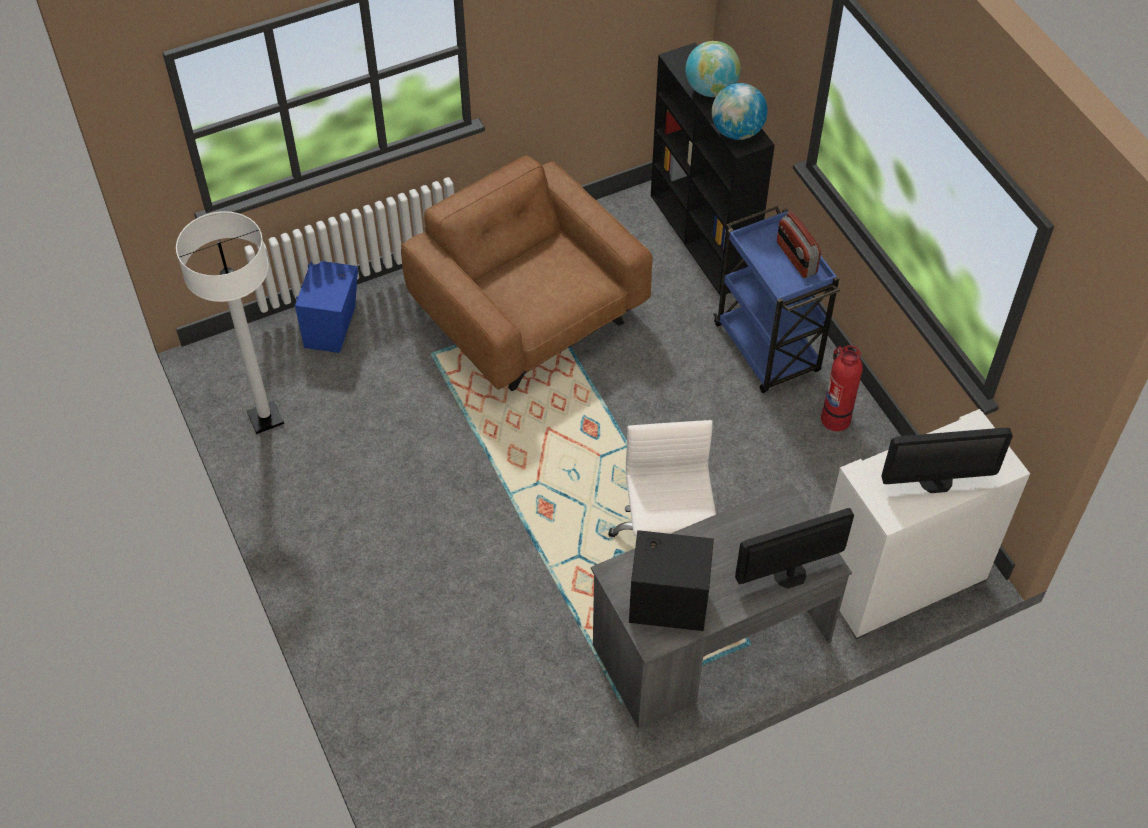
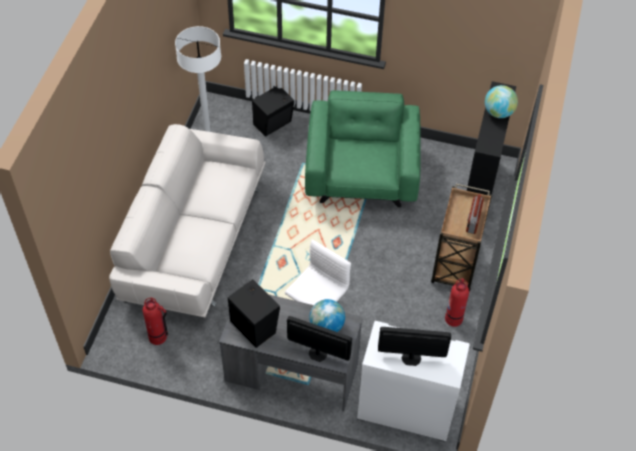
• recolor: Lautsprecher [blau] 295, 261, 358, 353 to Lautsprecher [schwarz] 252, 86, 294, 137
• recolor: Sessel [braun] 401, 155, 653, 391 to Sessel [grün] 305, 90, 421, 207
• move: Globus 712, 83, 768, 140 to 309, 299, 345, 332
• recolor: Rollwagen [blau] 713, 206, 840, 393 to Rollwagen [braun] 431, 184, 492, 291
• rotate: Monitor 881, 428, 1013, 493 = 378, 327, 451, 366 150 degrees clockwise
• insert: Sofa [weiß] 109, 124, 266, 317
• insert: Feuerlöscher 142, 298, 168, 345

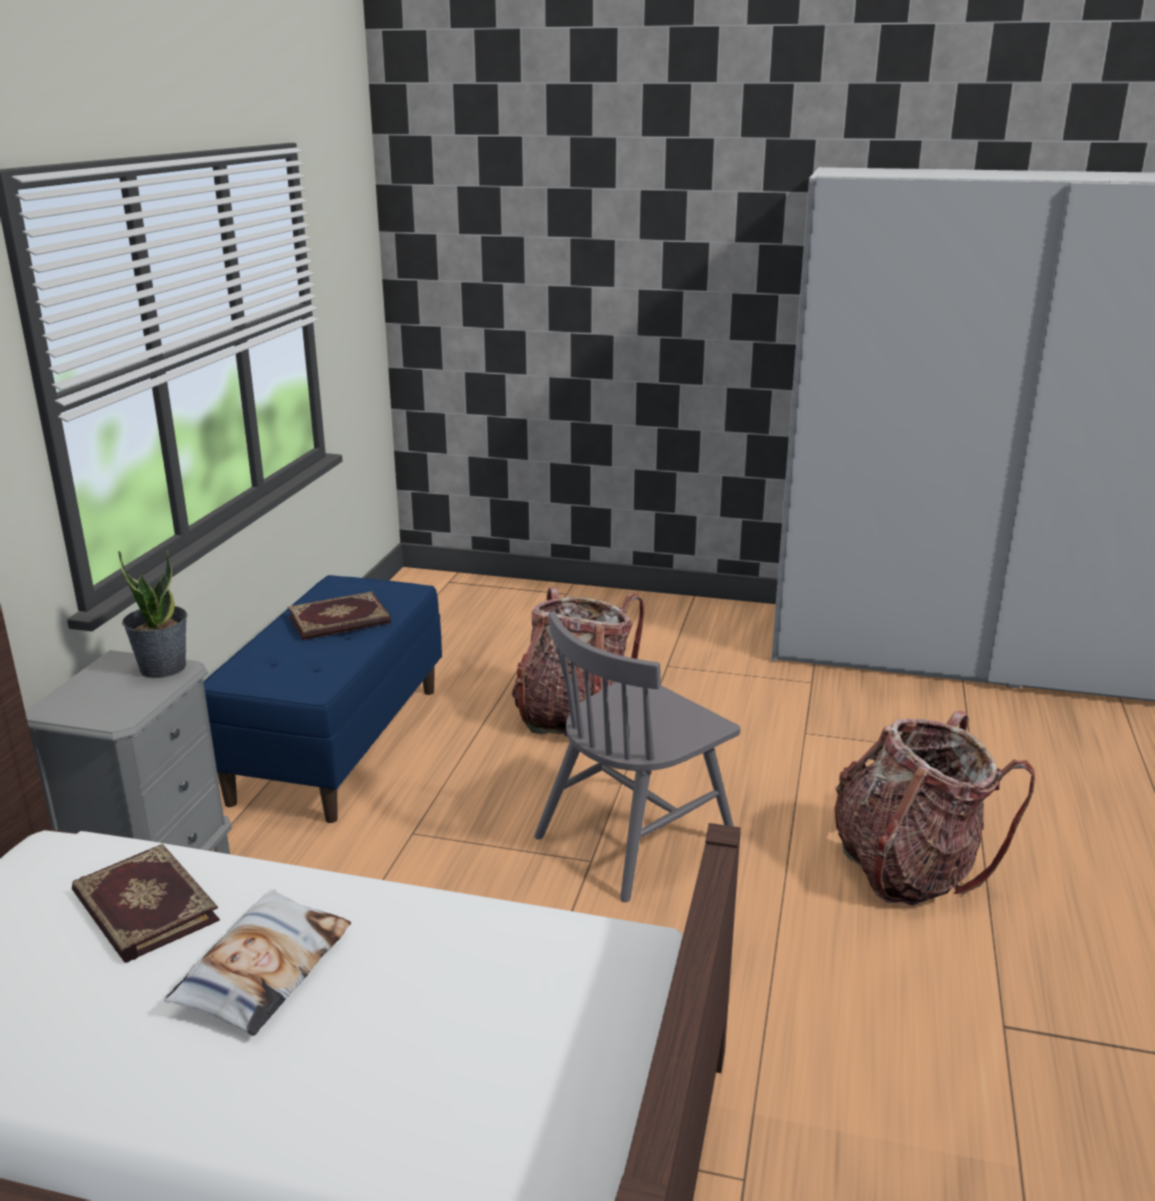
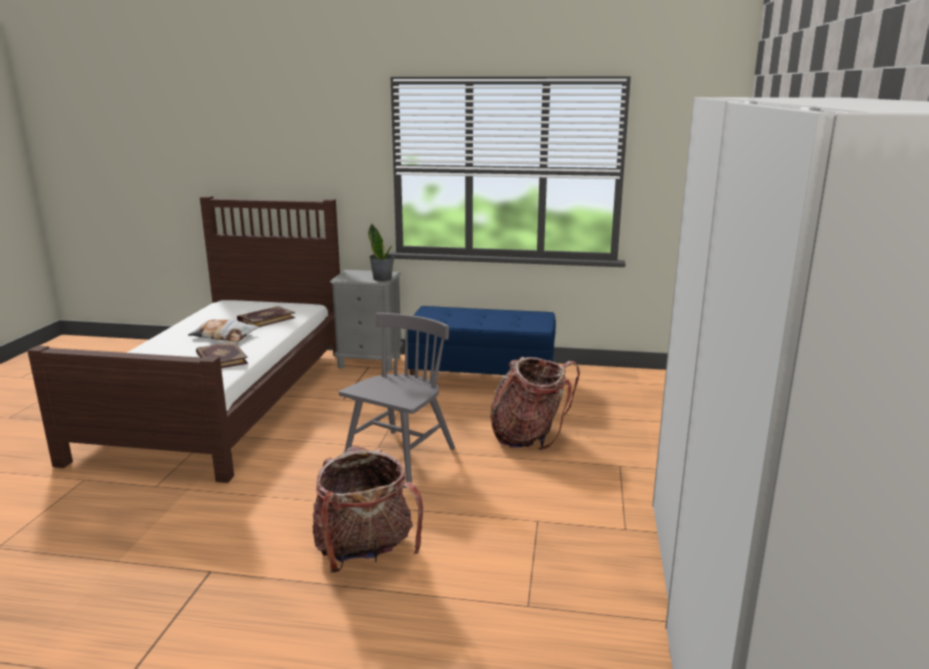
• move: Buch 288, 591, 391, 640 to 196, 341, 248, 368
• rotate: Stuhl [grau] 534, 611, 740, 902 = 339, 313, 455, 483 75 degrees clockwise

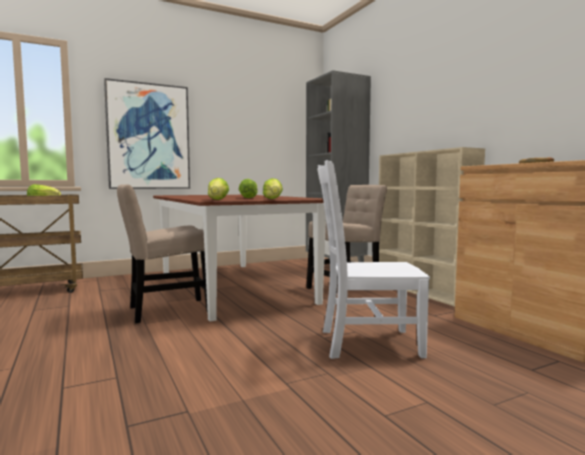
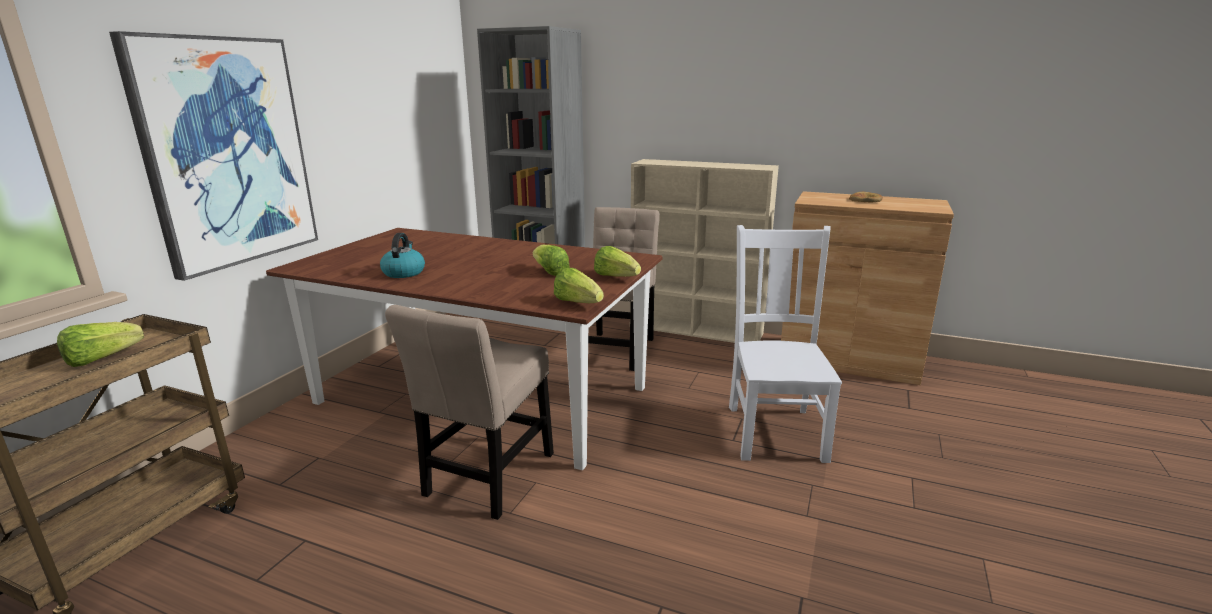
• rotate: Stuhl [weiß] 317, 160, 430, 359 = 729, 225, 842, 463 135 degrees clockwise
• insert: Wasserkessel 380, 233, 425, 278

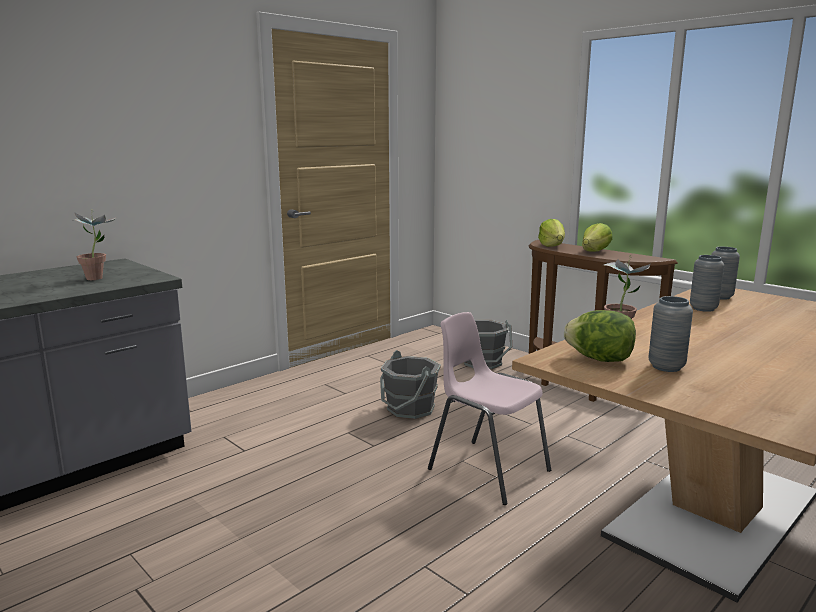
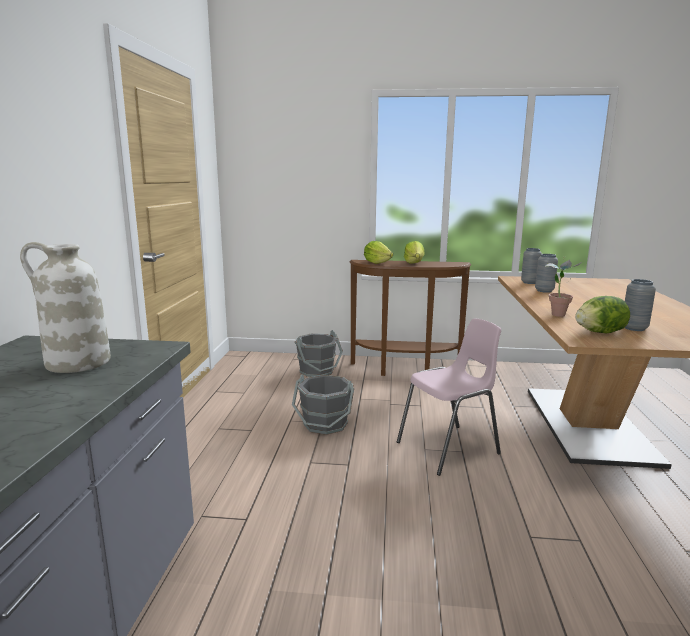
• replace: Topfpflanze 72, 209, 116, 280 to Vase [weiß] 20, 242, 111, 373
• rotate: Stuhl [rosa] 428, 312, 551, 505 = 397, 318, 501, 476 150 degrees clockwise

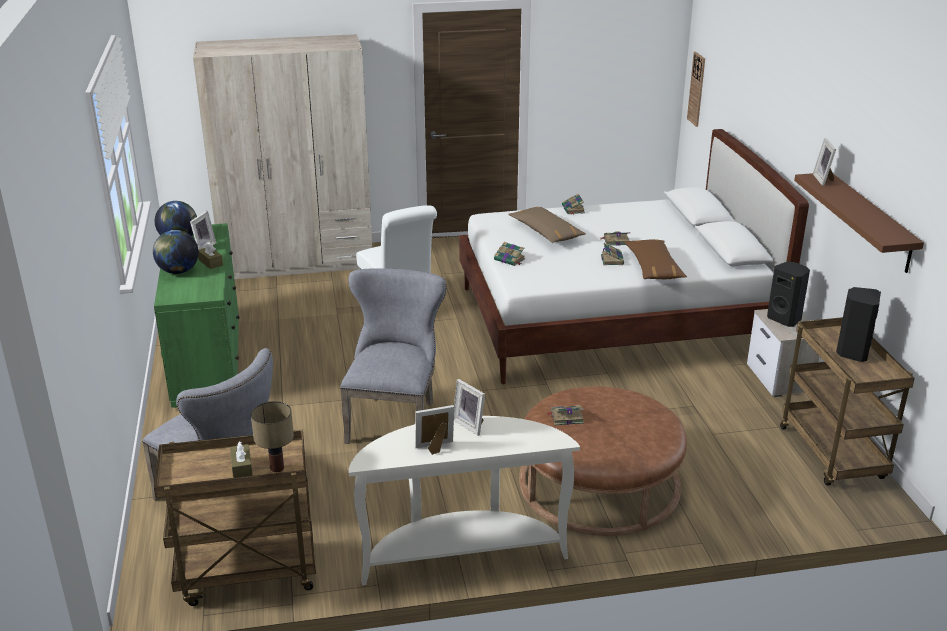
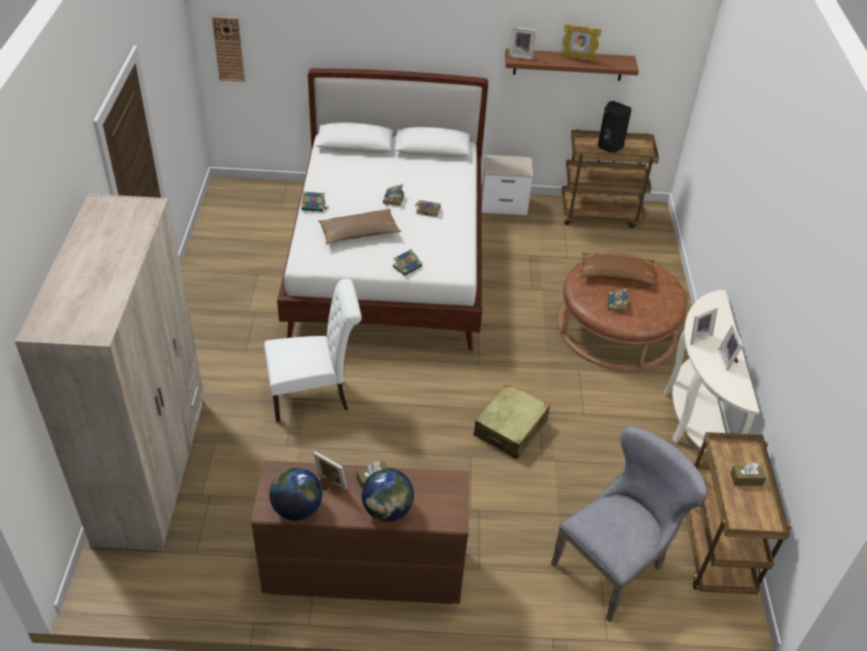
• recolor: Kommode [grün] 154, 223, 240, 408 to Kommode [braun] 251, 461, 469, 604
• delete: Tischlampe 251, 401, 294, 472
• replace: Stuhl [grau] 340, 268, 446, 444 to Koffer [beige] 474, 383, 550, 459
• move: Kissen [braun] 624, 239, 687, 279 to 581, 252, 657, 285
• delete: Lautsprecher [schwarz] 767, 262, 810, 327
• insert: Bilderrahmen 560, 24, 602, 61

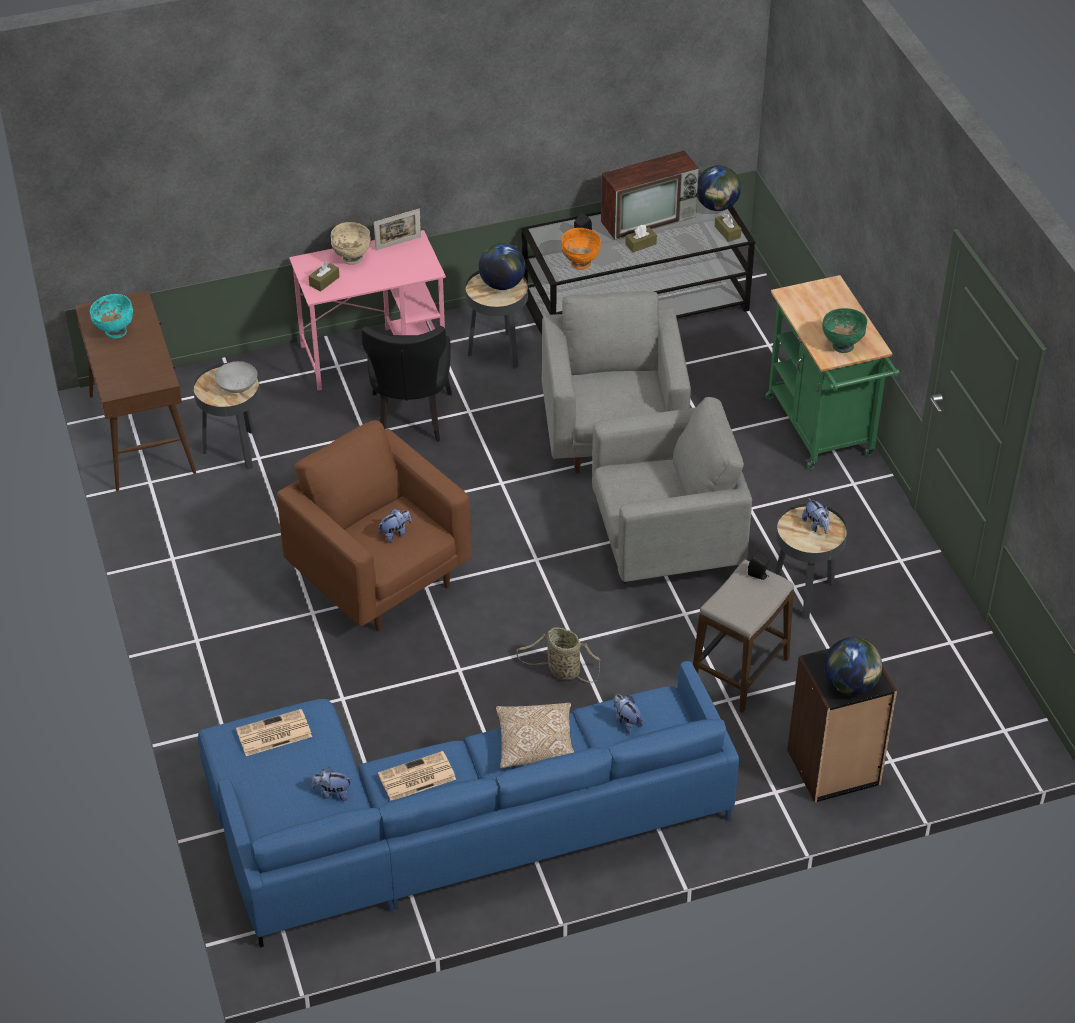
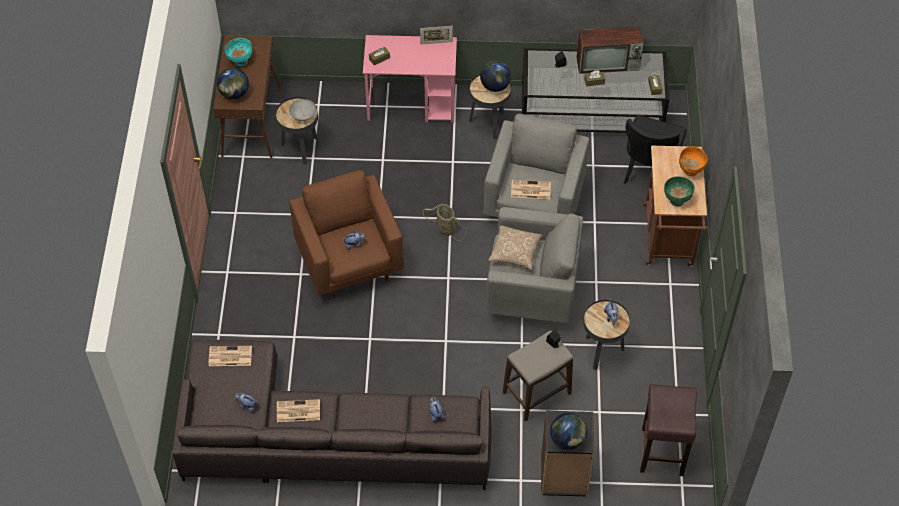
• recolor: Sofa [blau] 198, 661, 739, 948 to Sofa [grau] 172, 340, 492, 490
• delete: Schüssel [beige] 331, 222, 371, 265
• move: Stuhl [schwarz] 362, 326, 452, 442 to 624, 115, 687, 184
• move: Kissen 496, 703, 574, 768 to 488, 226, 542, 271
• move: Korb 517, 627, 600, 683 to 423, 204, 468, 241
• move: Schüssel [orange] 561, 228, 601, 270 to 679, 146, 708, 176
• move: Globus 697, 165, 741, 211 to 217, 68, 249, 99
• recolor: Rollwagen [grün] 765, 275, 899, 469 to Rollwagen [braun] 643, 146, 707, 267
• insert: Zeitung 511, 180, 551, 199
• insert: Hocker [braun] 640, 384, 697, 476

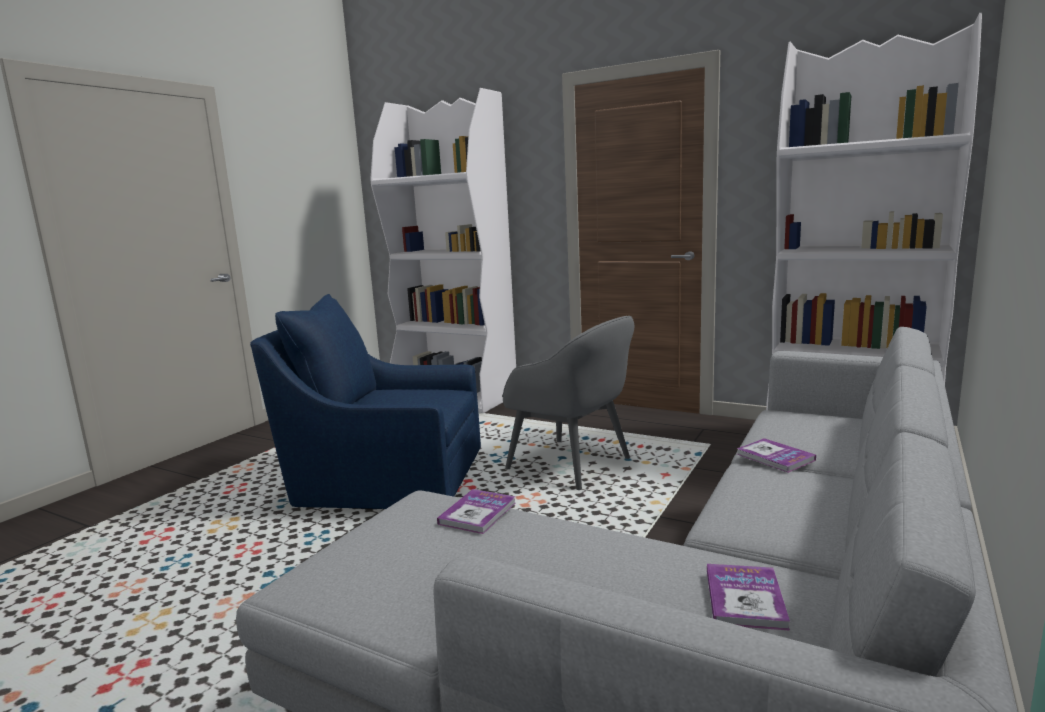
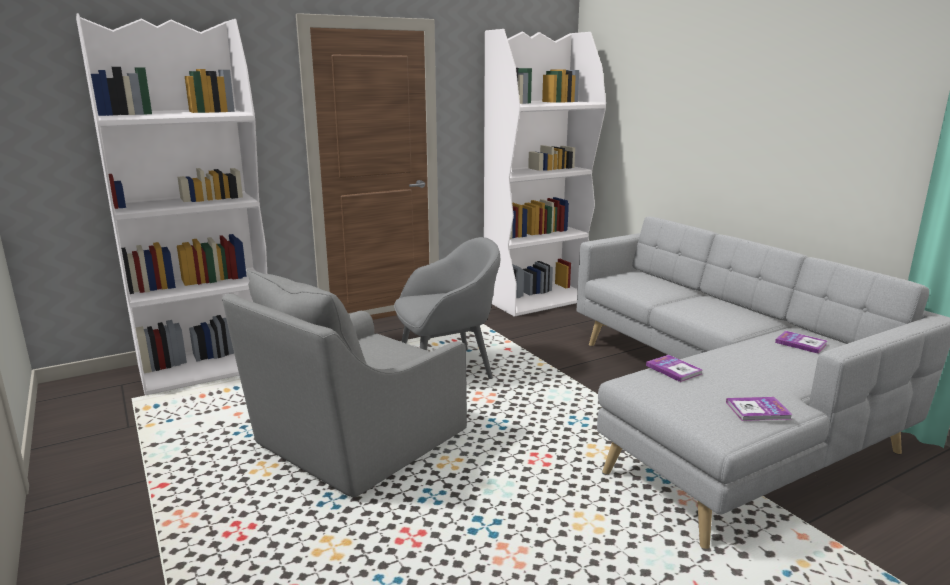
• recolor: Sessel [blau] 250, 294, 481, 509 to Sessel [grau] 222, 269, 467, 497
• move: Buch 737, 438, 816, 473 to 726, 397, 793, 421

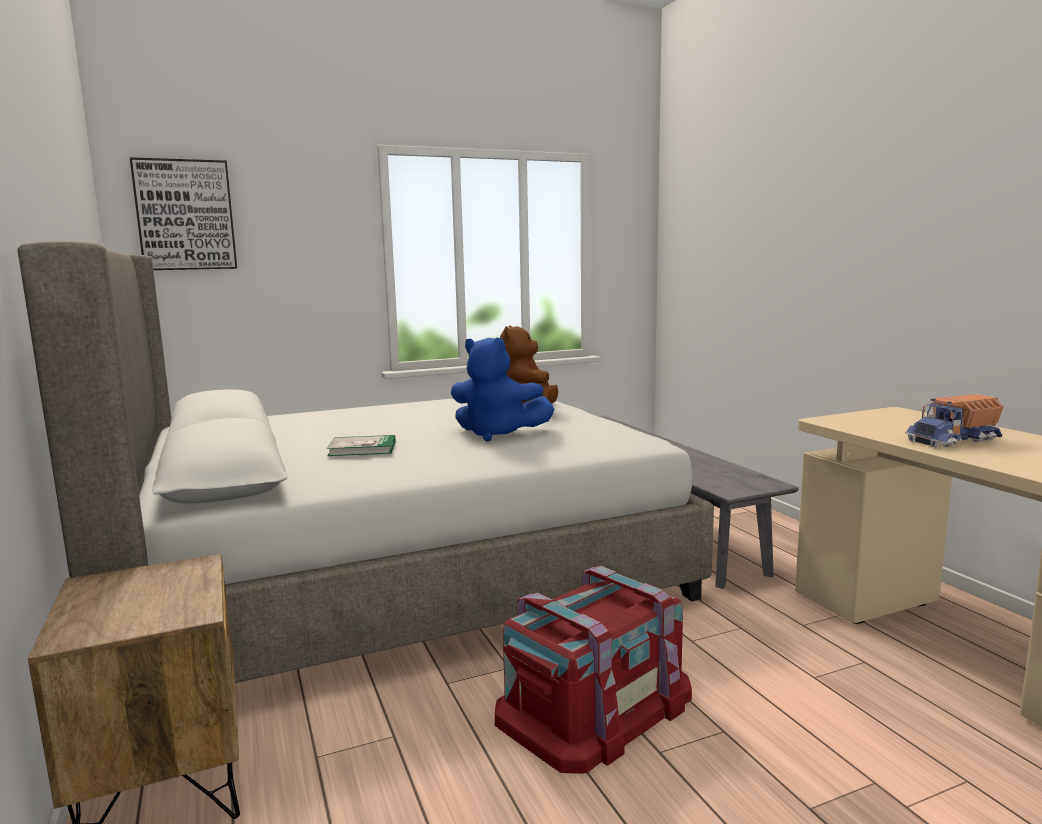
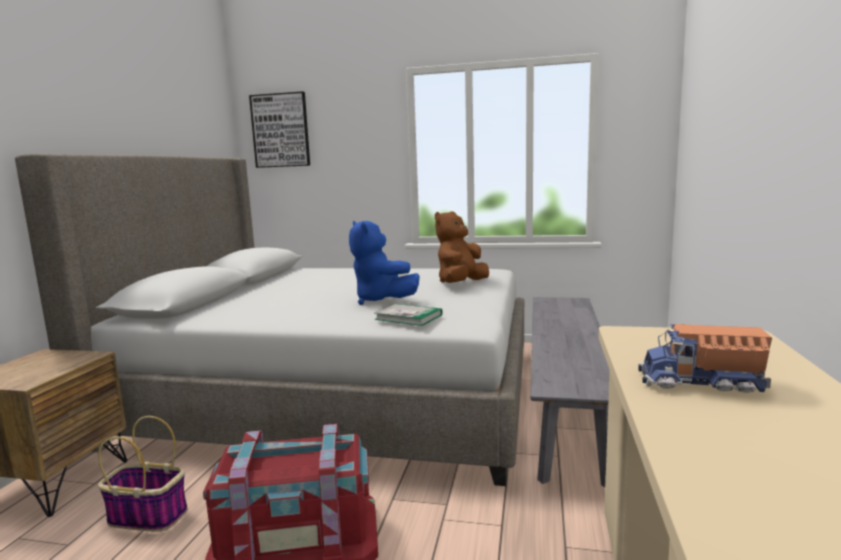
• move: Buch 327, 435, 395, 456 to 375, 304, 442, 326
• insert: Korb 98, 416, 188, 531

